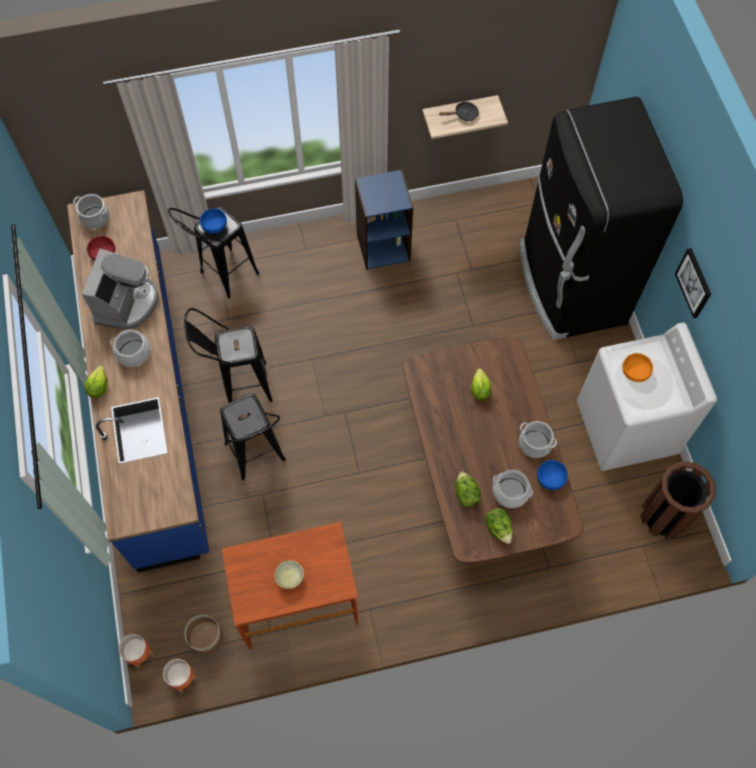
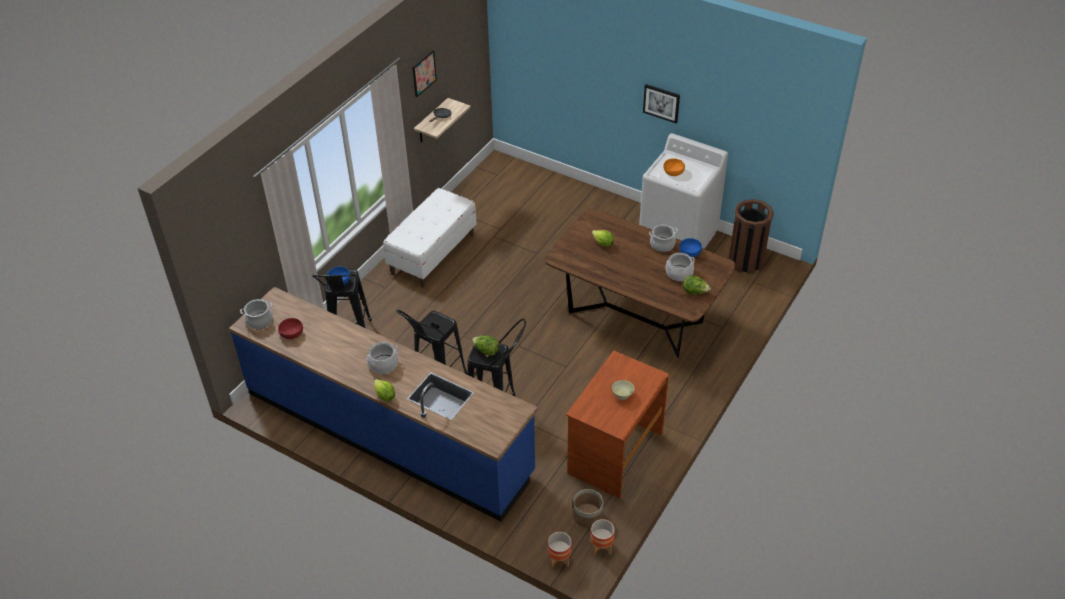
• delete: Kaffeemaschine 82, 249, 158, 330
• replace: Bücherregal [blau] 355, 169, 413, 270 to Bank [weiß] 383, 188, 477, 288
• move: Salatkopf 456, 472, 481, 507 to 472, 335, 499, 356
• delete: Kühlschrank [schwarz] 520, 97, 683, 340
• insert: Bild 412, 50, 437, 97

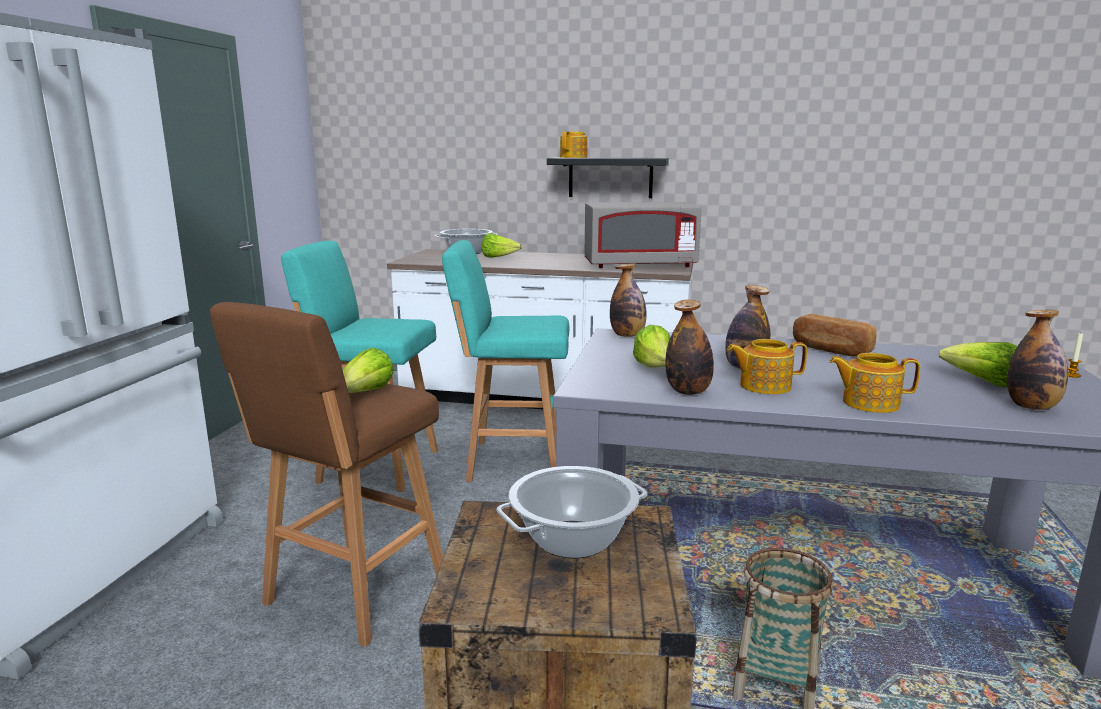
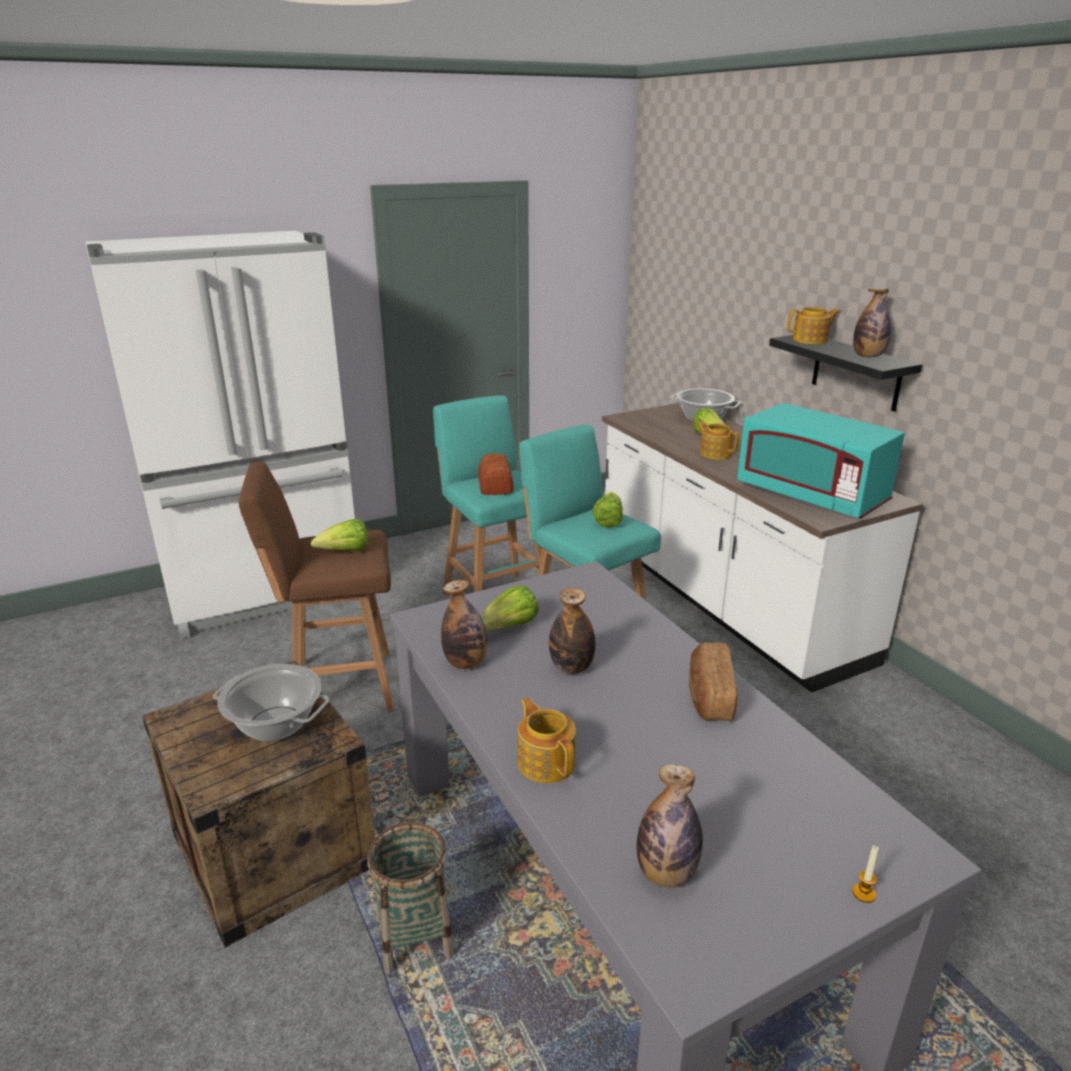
• recolor: Mikrowelle [grau] 585, 202, 702, 268 to Mikrowelle [türkis] 737, 403, 905, 518
• move: Flasche 610, 264, 647, 337 to 853, 289, 891, 357
• move: Teekanne 727, 339, 807, 394 to 696, 422, 739, 460
• move: Salatkopf 939, 342, 1017, 387 to 592, 492, 623, 528
• insert: Brot 478, 453, 513, 495

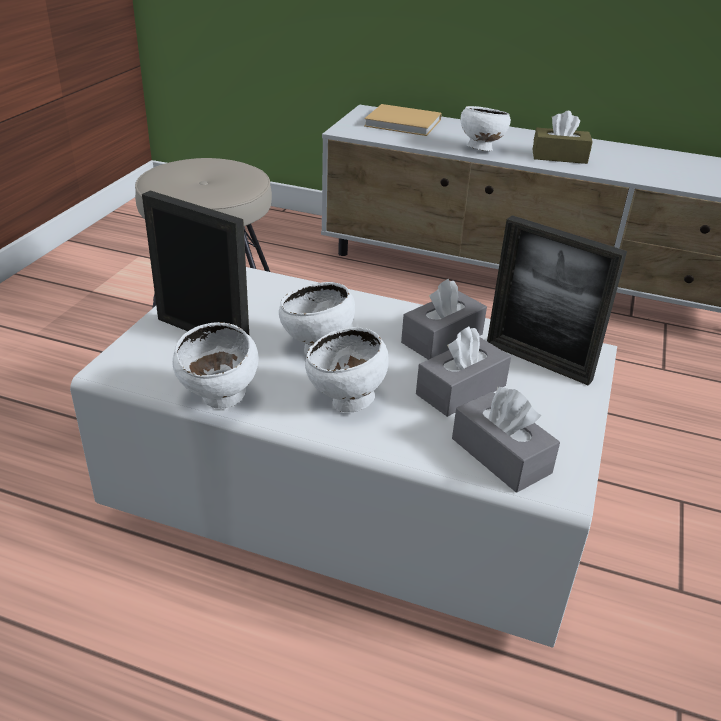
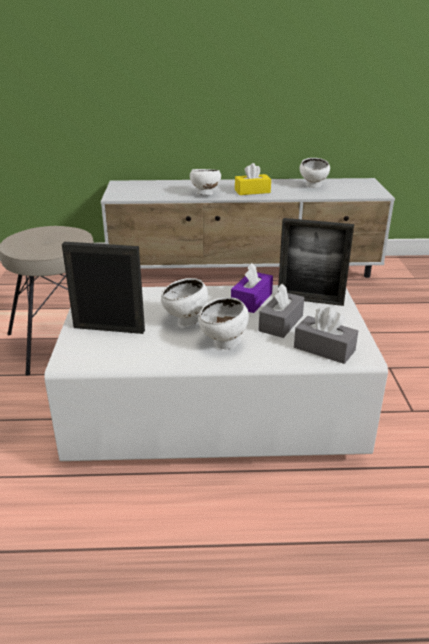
• move: Schüssel [weiß] 172, 322, 259, 409 to 300, 158, 330, 188
• delete: Buch [beige] 364, 104, 442, 136
• recolor: Taschentuchbox [grau] 401, 278, 487, 360 to Taschentuchbox [lila] 231, 263, 273, 313
• recolor: Taschentuchbox [braun] 532, 111, 593, 164 to Taschentuchbox [gelb] 235, 163, 271, 195

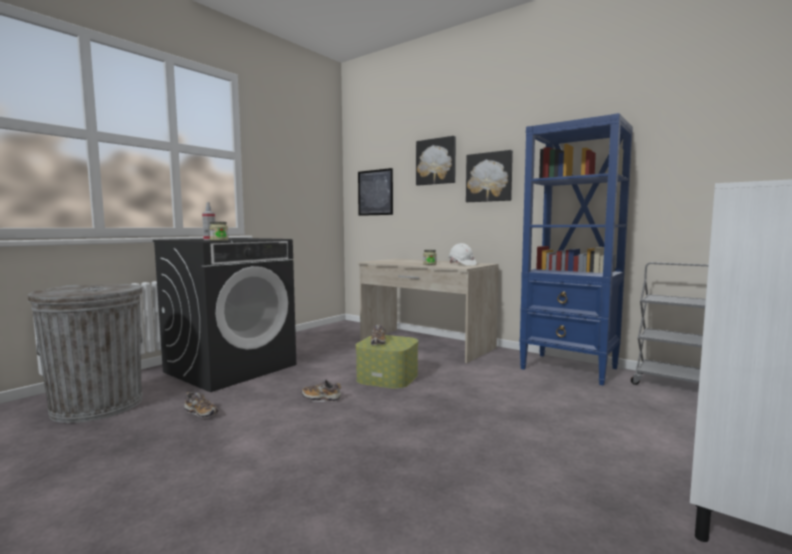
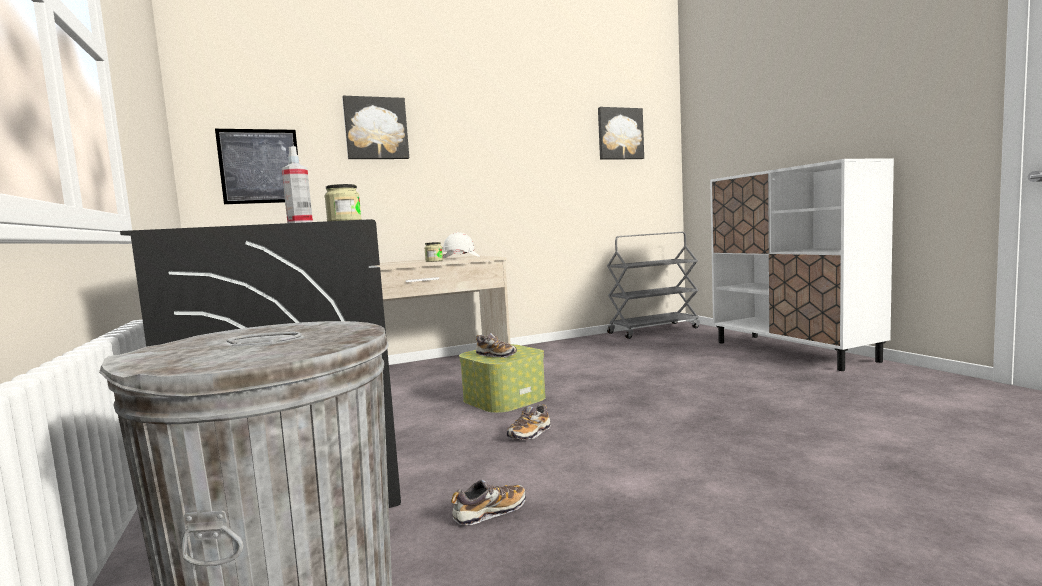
• move: Bild 466, 150, 513, 202 to 598, 107, 644, 160
• delete: Bücherregal [blau] 519, 113, 633, 386

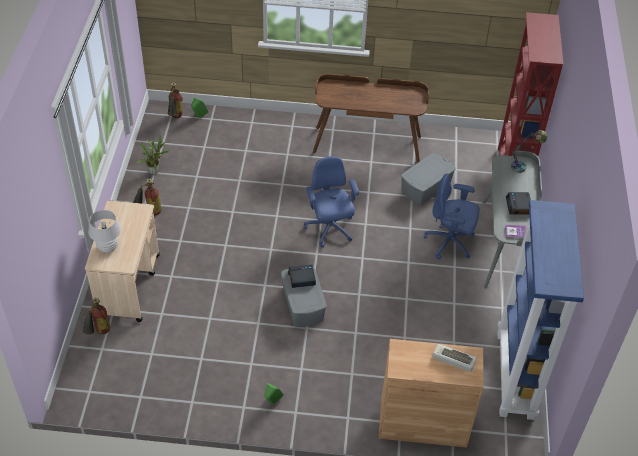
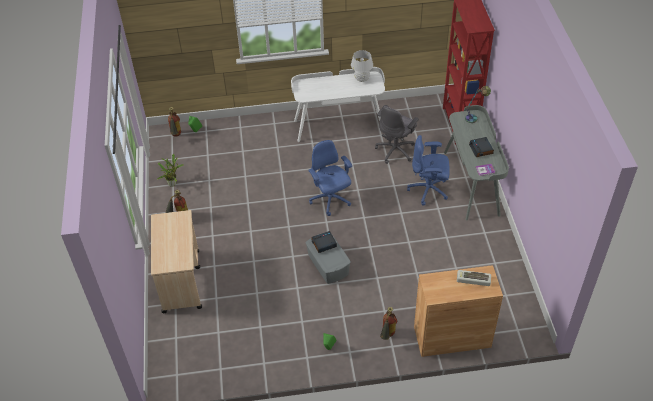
• move: Feuerlöscher 83, 298, 110, 335 to 380, 307, 397, 340
• move: Tischlampe [weiß] 88, 210, 121, 253 to 351, 50, 373, 82
• recolor: Schreibtisch [braun] 313, 74, 429, 163 to Schreibtisch [weiß] 291, 67, 385, 142
• replace: Aufbewahrungsbox [grau] 401, 153, 456, 205 to Bürostuhl [grau] 375, 105, 419, 164
• delete: Bücherregal [blau] 498, 200, 584, 420

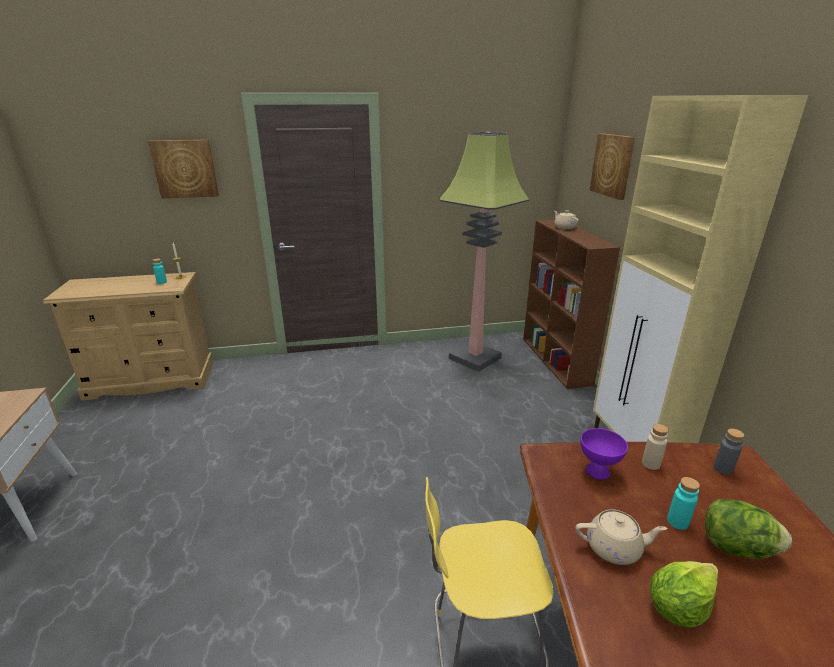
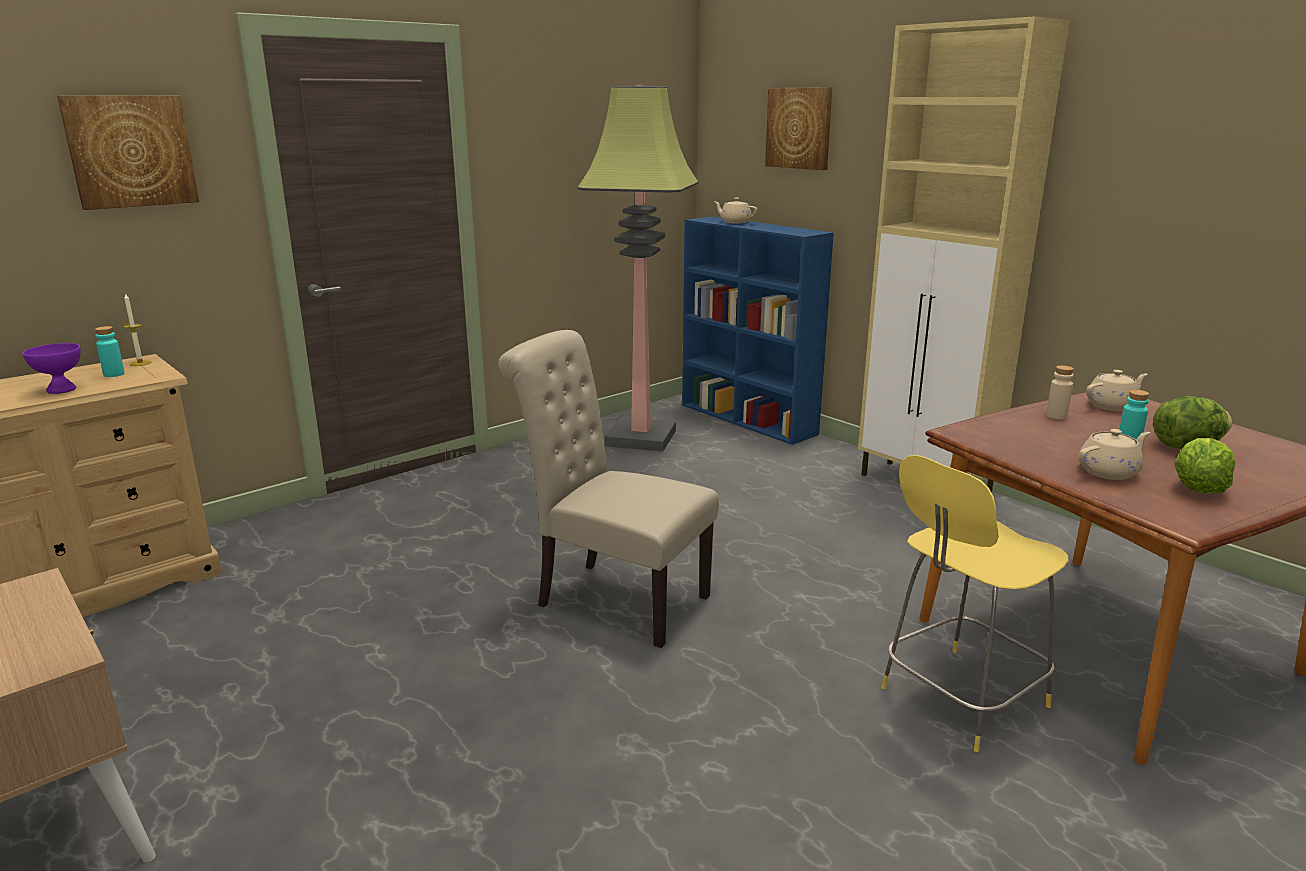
• recolor: Bücherregal [braun] 523, 220, 620, 389 to Bücherregal [blau] 682, 216, 834, 445
• move: Schüssel [lila] 580, 428, 628, 480 to 22, 343, 81, 394
• replace: Flasche [grau] 713, 428, 744, 475 to Teekanne [beige] 1086, 370, 1148, 411
• insert: Stuhl [beige] 498, 330, 719, 648

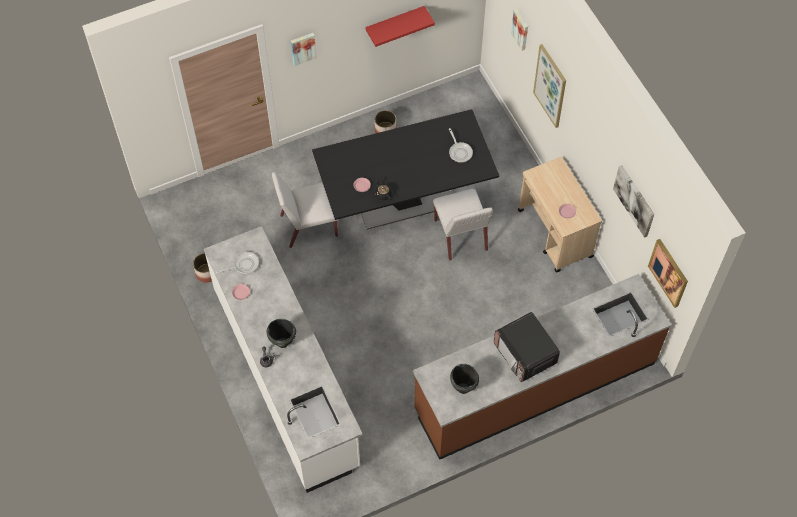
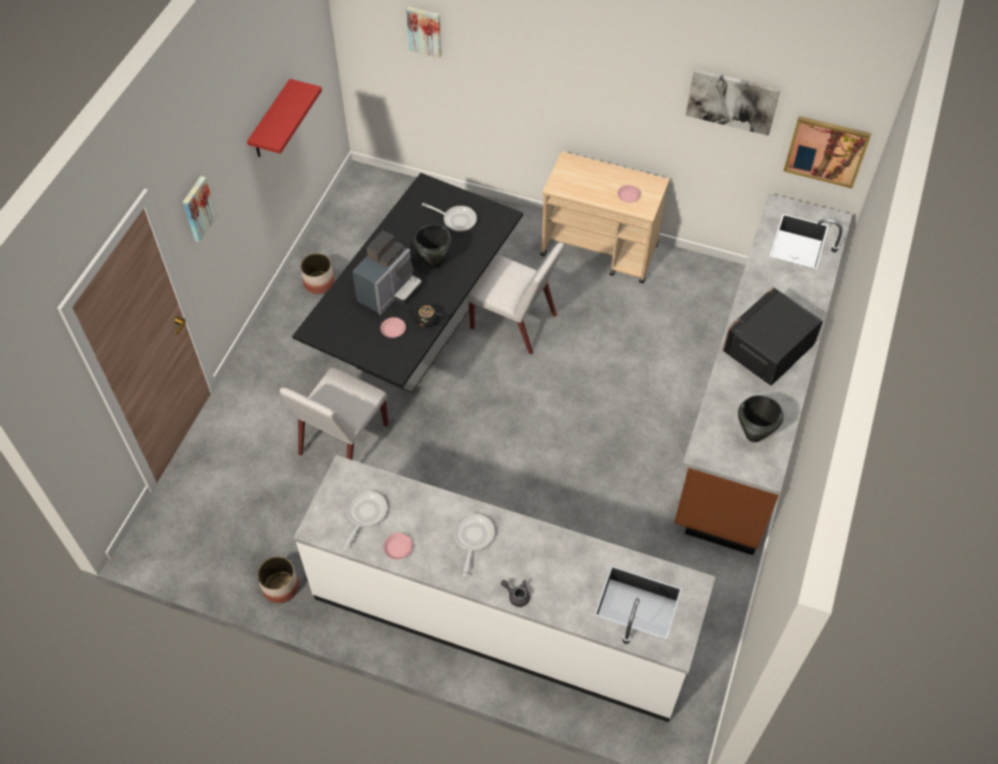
• move: Kochtopf [schwarz] 266, 319, 296, 348 to 414, 224, 452, 269
• rotate: Mikrowelle 494, 312, 560, 382 = 723, 287, 823, 386 120 degrees clockwise
• delete: Bild 533, 44, 566, 128
• insert: Kaffeemaschine 352, 231, 422, 315
• insert: Pfanne 454, 513, 495, 577

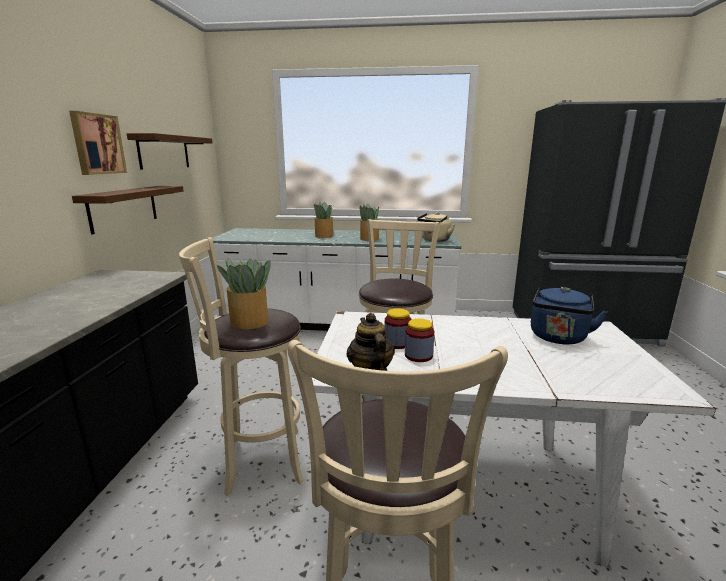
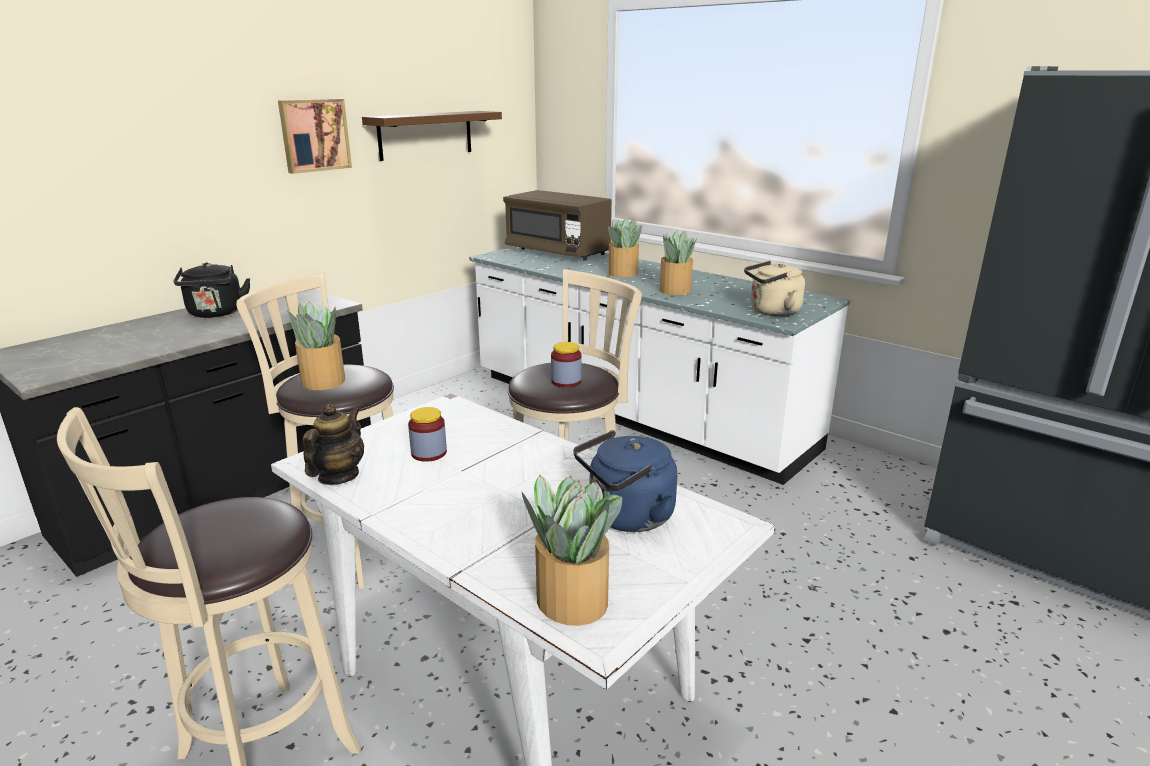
• delete: Wandregal [braun] 72, 186, 184, 234
• move: Vorratsglas 405, 319, 434, 362 to 551, 342, 582, 388
• insert: Wasserkessel [schwarz] 173, 262, 250, 318
• insert: Mikrowelle [braun] 503, 190, 611, 261
• insert: Topfpflanze 522, 475, 622, 626

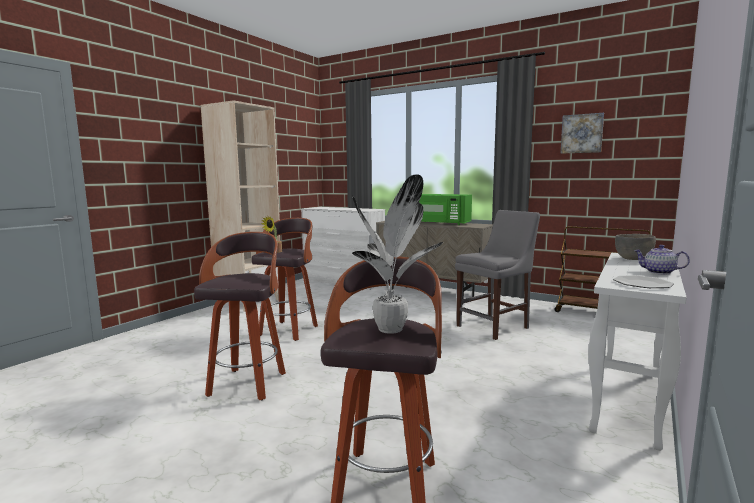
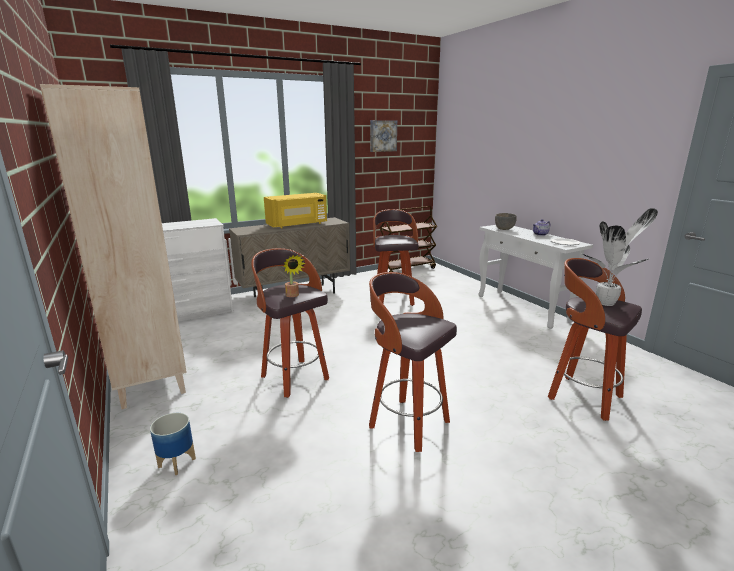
• recolor: Mikrowelle [grün] 419, 194, 472, 225 to Mikrowelle [gelb] 264, 193, 327, 228
• replace: Stuhl [grau] 455, 210, 540, 340 to Hocker 373, 209, 418, 306
• insert: Pflanzkübel 150, 413, 196, 475

